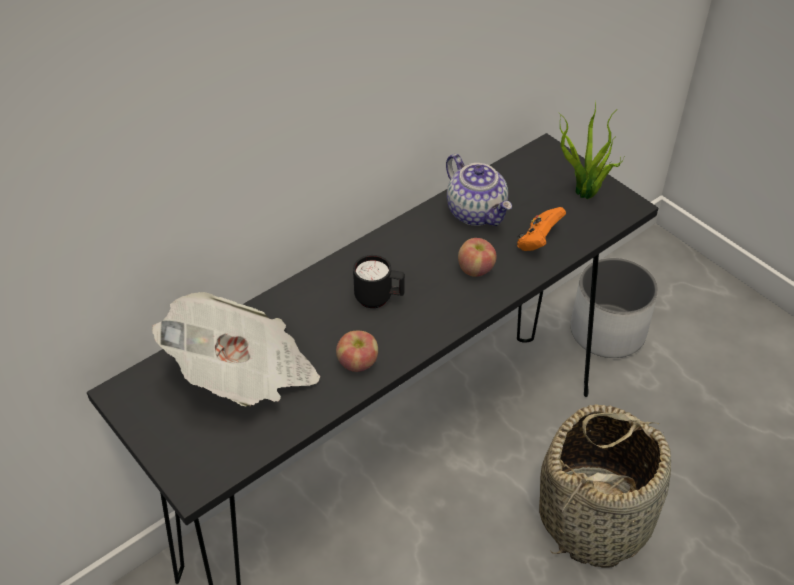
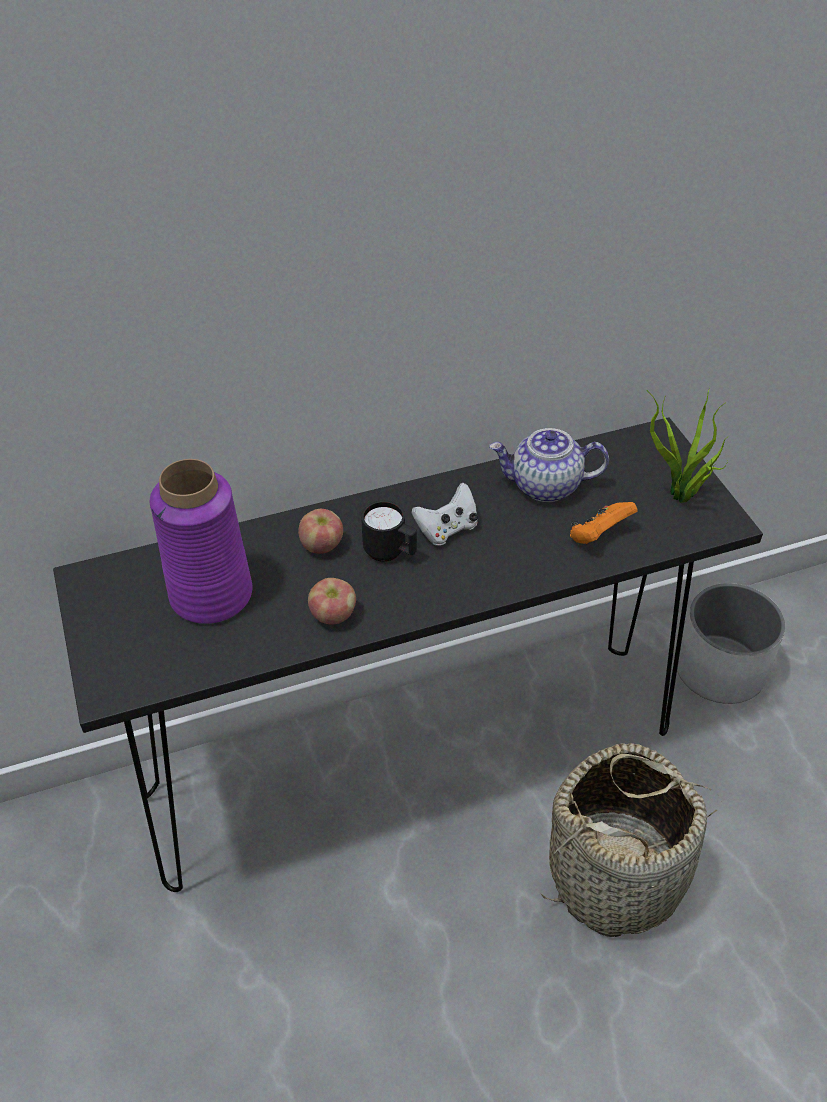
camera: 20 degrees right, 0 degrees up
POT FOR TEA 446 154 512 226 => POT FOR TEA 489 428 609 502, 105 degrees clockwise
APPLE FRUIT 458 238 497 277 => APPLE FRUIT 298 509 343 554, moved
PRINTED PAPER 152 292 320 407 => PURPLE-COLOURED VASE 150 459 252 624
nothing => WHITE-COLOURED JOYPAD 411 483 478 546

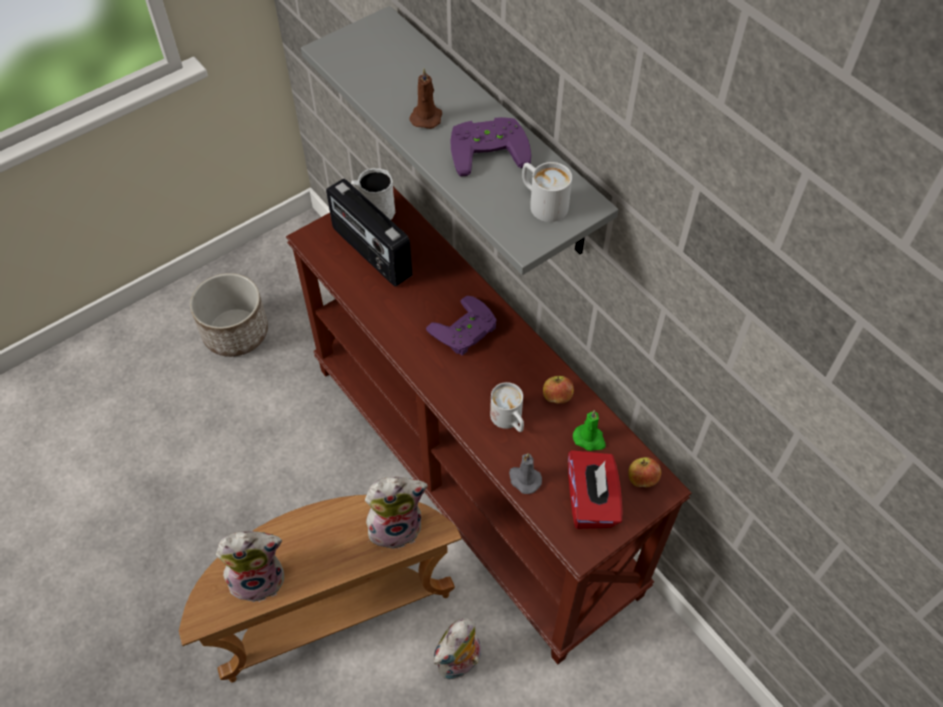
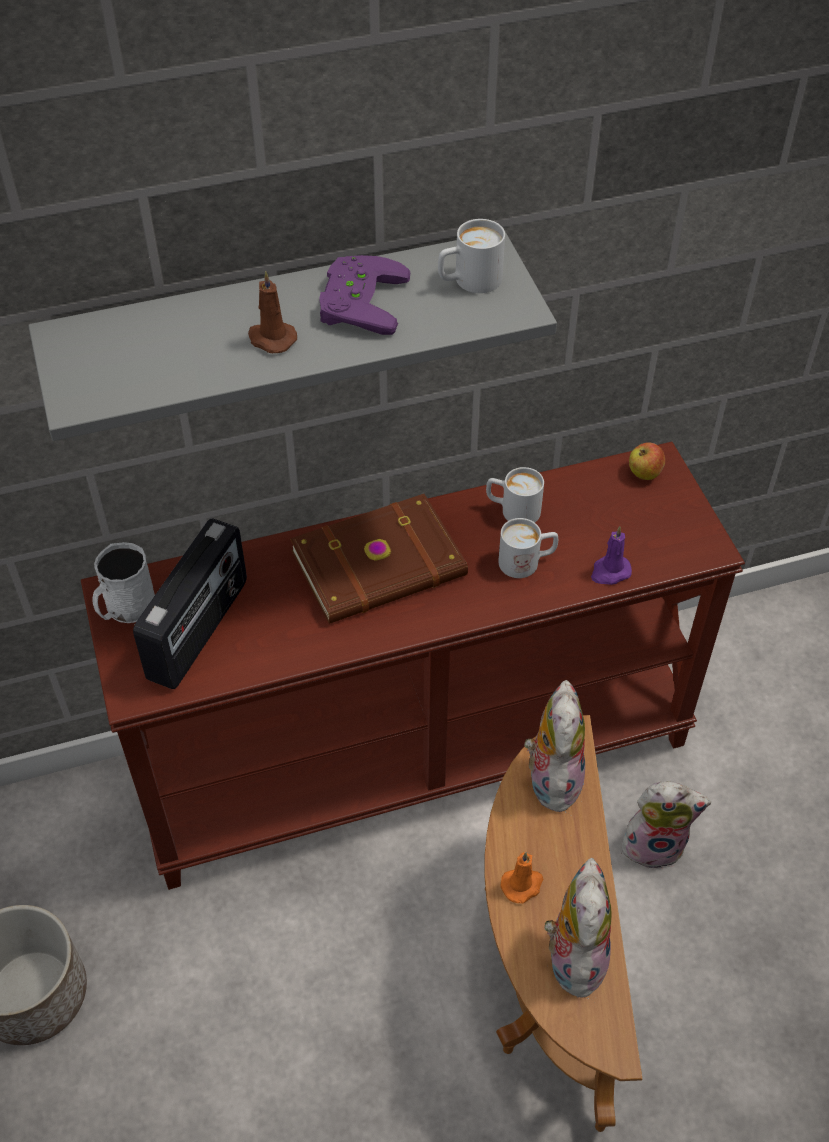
camera: 70 degrees left, 5 degrees down
RADIO SET 326 179 412 286 => RADIO SET 133 518 247 689, 45 degrees counterclockwise
PURPLE-COLOURED JOYPAD 426 296 497 356 => BROWN BOOK 290 494 468 624
APPLE FRUIT 543 376 574 404 => WHITE-COLOURED MUG 486 467 544 522
GREEN WAX LIGHT 573 410 606 451 => nothing
RED-COLOURED TISSUE HOLDER 568 450 623 529 => nothing
GREY WAX LIGHT 509 453 542 494 => PURPLE-COLOURED WAX LIGHT 591 526 632 585
PLUSH TOY 434 618 481 680 => PLUSH TOY 621 781 711 869, 60 degrees counterclockwise
nothing => ORANGEY WAX LIGHT 500 852 543 903

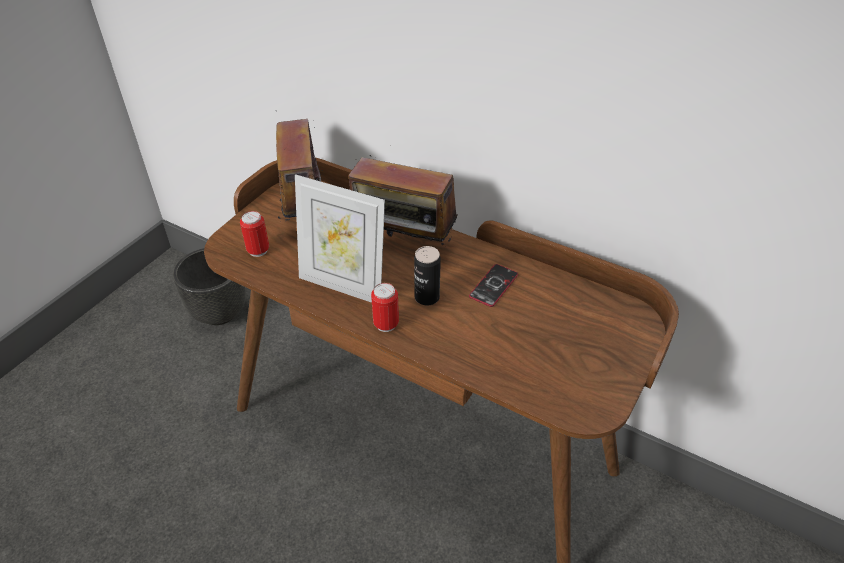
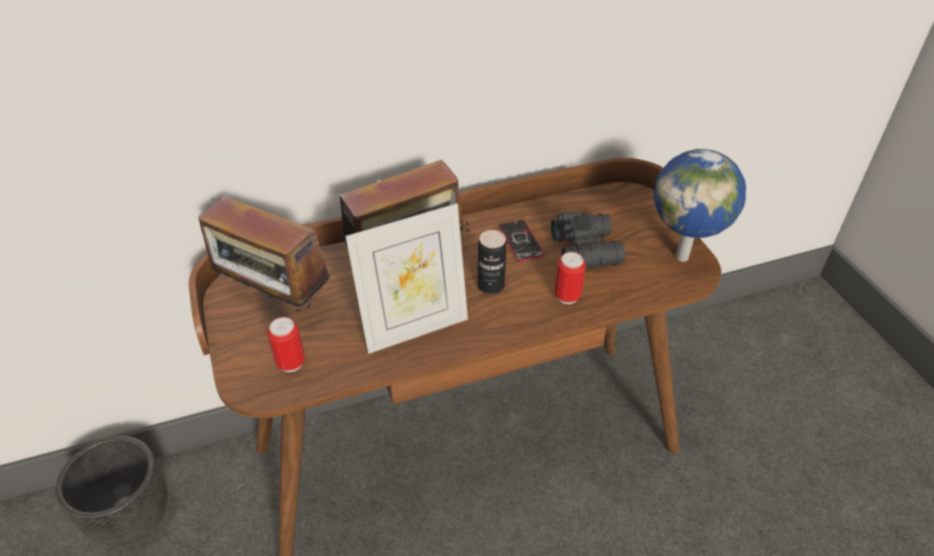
camera: 50 degrees left, 0 degrees up
SEALED CAN 371 283 399 332 => SEALED CAN 554 252 586 304, moved
nothing => GLOBE 654 149 746 262
nothing => BLACK FIELD GLASSES 551 211 625 269

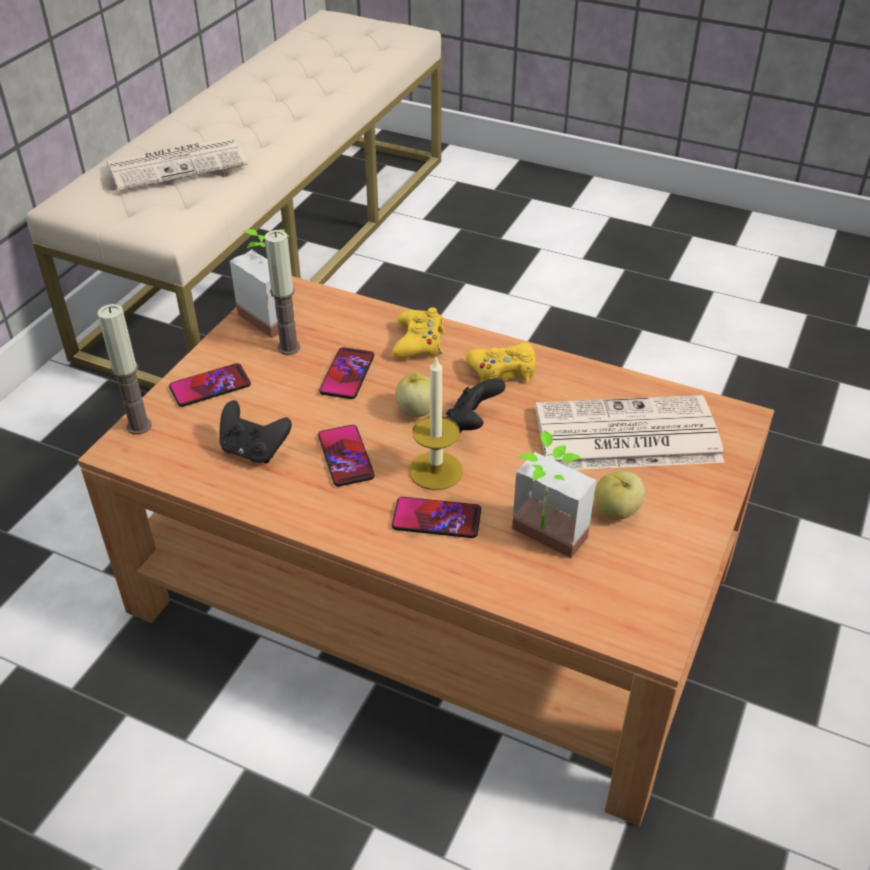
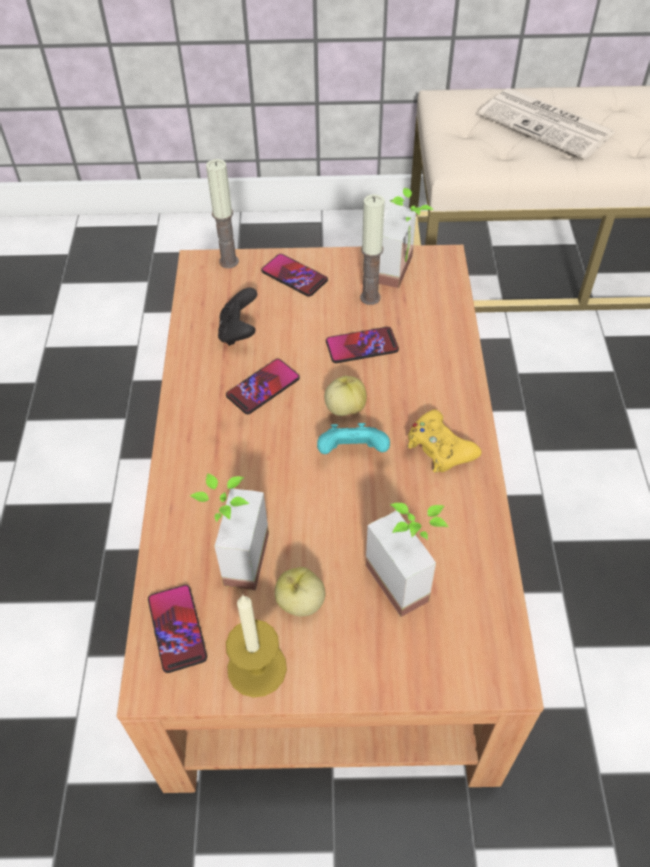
camera: 65 degrees right, 10 degrees up
YELLOW-COLOURED JOYPAD 392 307 445 359 => nothing
WAX LIGHT 409 357 463 490 => WAX LIGHT 226 594 287 698, moved
BLACK JOYPAD 446 378 506 433 => TURQUOISE JOYPAD 317 423 390 454
PRINTED PAPER 535 395 724 470 => HOUSEPLANT 366 503 449 617
HANDSET 392 497 481 538 => HANDSET 148 585 207 673, moved

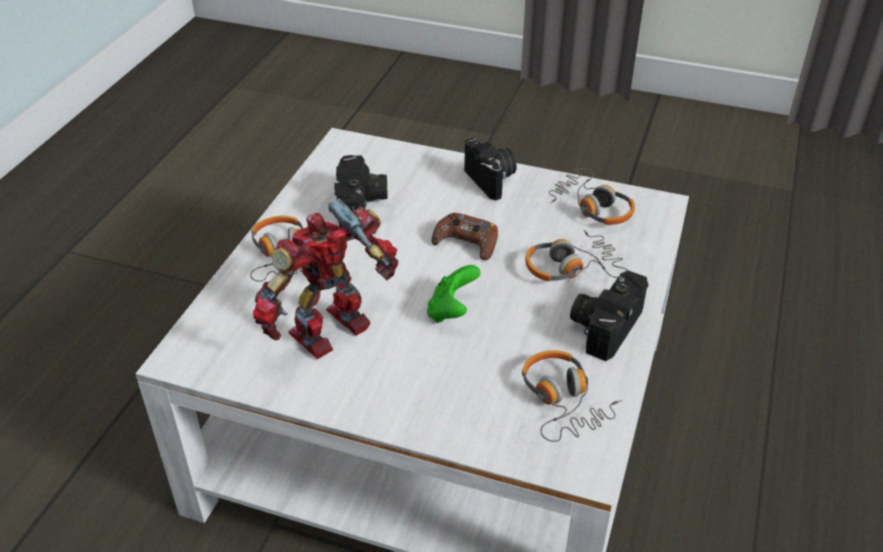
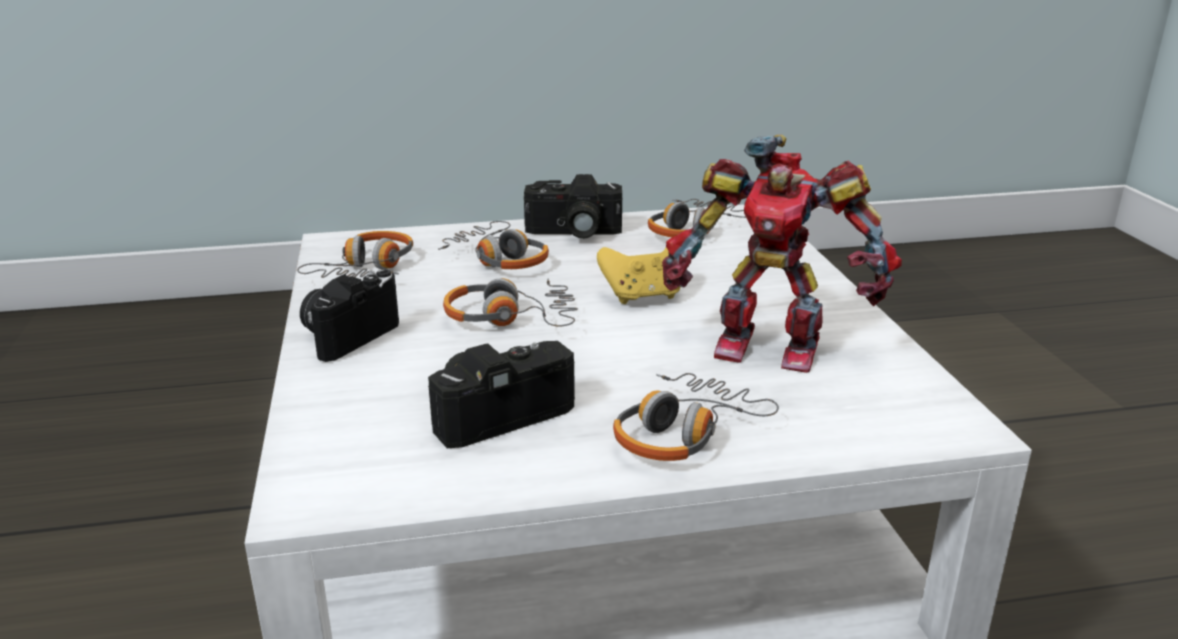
camera: 120 degrees left, 15 degrees down
BROWN JOYPAD 431 213 498 260 => PAIR OF HEADPHONES 443 278 578 327
GREEN JOYPAD 427 265 480 323 => YELLOW-COLOURED JOYPAD 597 247 680 304

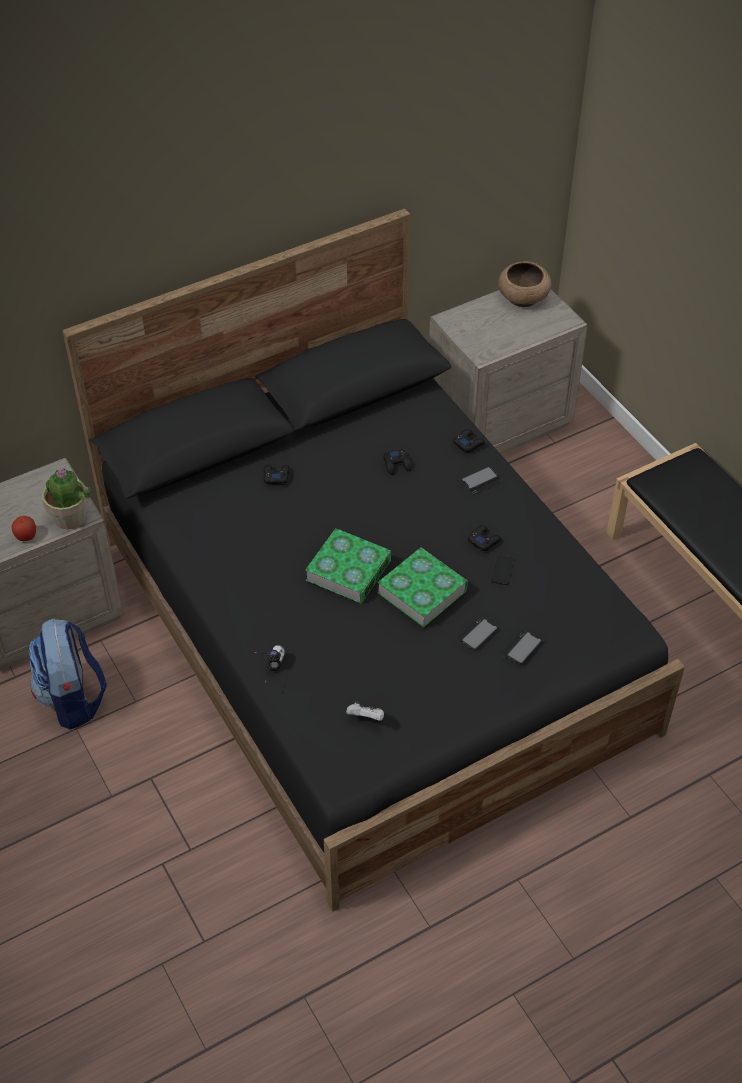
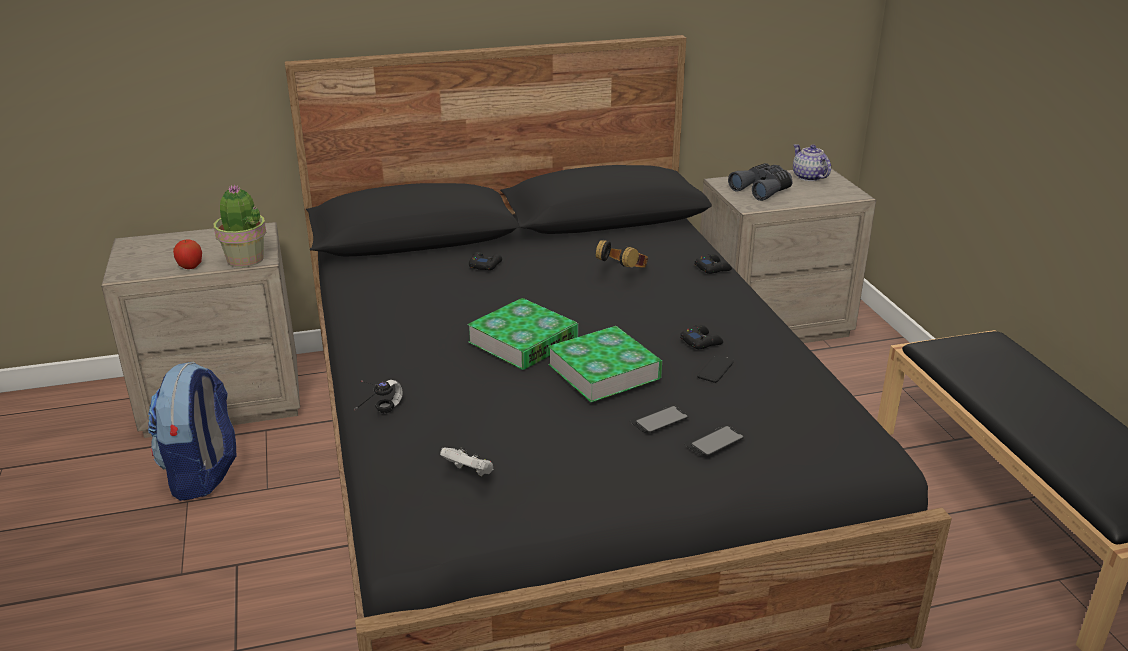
camera: 15 degrees right, 20 degrees down
BROWN BOWL 498 261 551 307 => POT FOR TEA 793 144 831 181
BLACK JOYPAD 383 449 412 475 => PAIR OF HEADPHONES 596 240 648 268
HANDSET 461 467 501 495 => nothing
nothing => GREY FIELD GLASSES 728 163 793 201

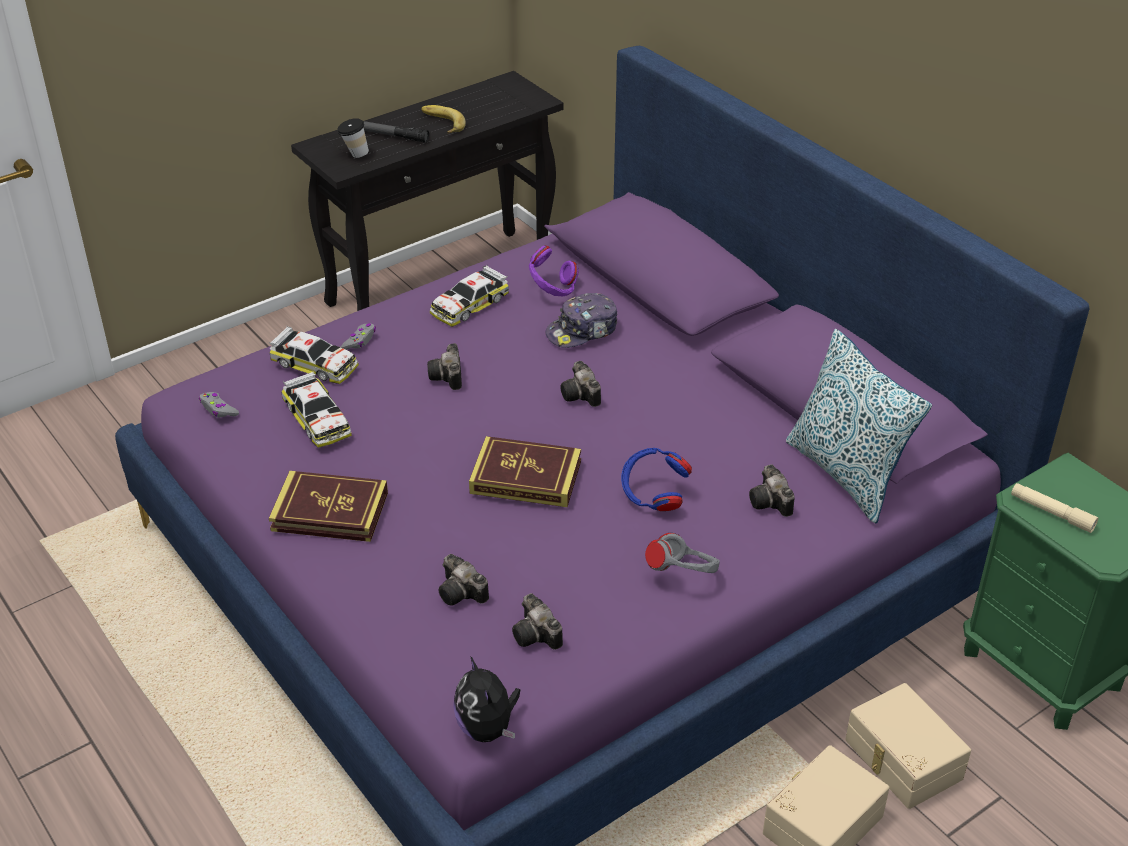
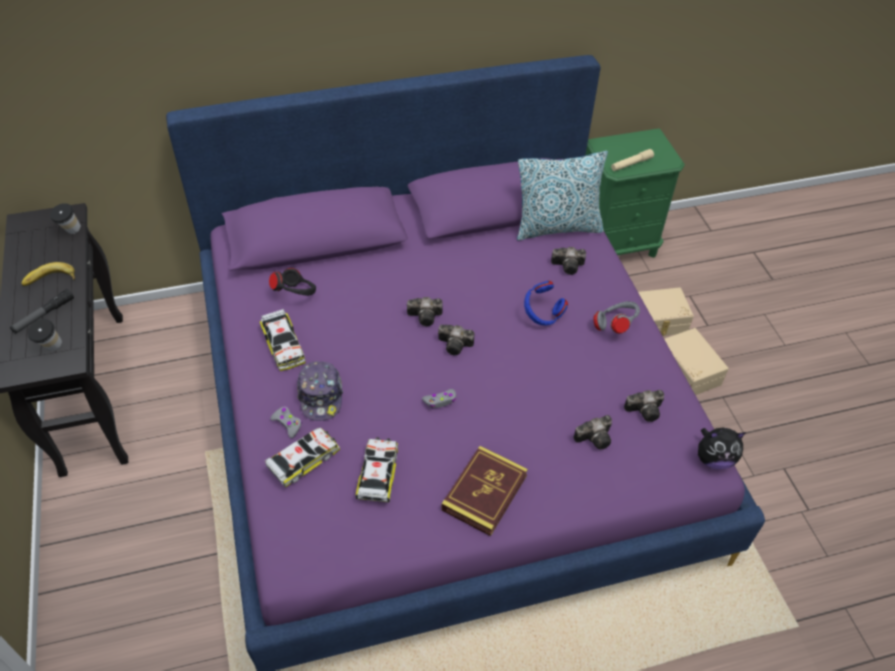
camera: 70 degrees left, 10 degrees up
PURPLE-COLOURED PAIR OF HEADPHONES 529 245 579 296 => BLACK PAIR OF HEADPHONES 269 268 316 296
CAP 546 293 617 348 => CAP 297 361 343 421, moved
PHOTO CAMERA 427 343 462 390 => PHOTO CAMERA 438 325 474 355, moved
MODEL CAR 281 372 352 448 => MODEL CAR 356 437 398 502, 75 degrees counterclockwise
GREY JOYPAD 199 392 239 417 => GREY JOYPAD 422 389 456 408, moved
BOOK 469 436 581 507 => nothing
nothing => SMALL CUP 50 204 81 234

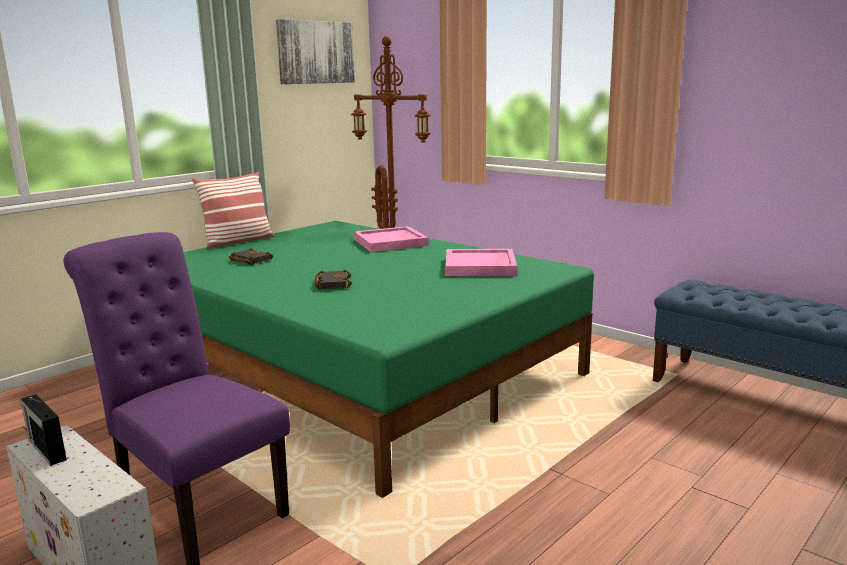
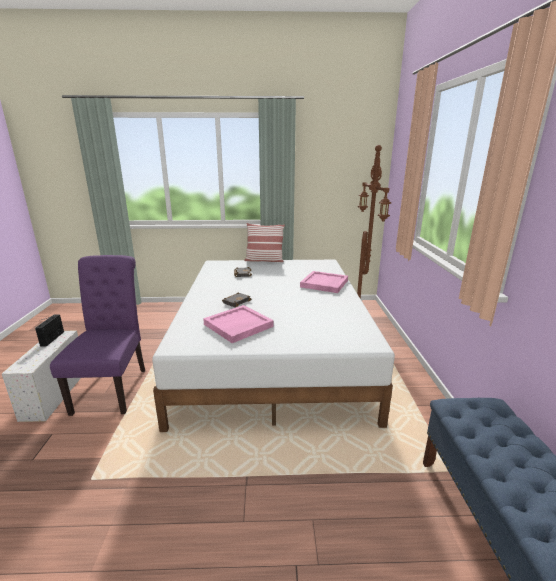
camera: 45 degrees right, 5 degrees up
WALL PICTURE 276 19 355 84 => nothing
GREEN BEDROOM BED 184 221 594 498 => WHITE-COLOURED BEDROOM BED 152 260 395 432
PINKISH TRAY 445 249 517 276 => PINKISH TRAY 203 305 274 343, moved

